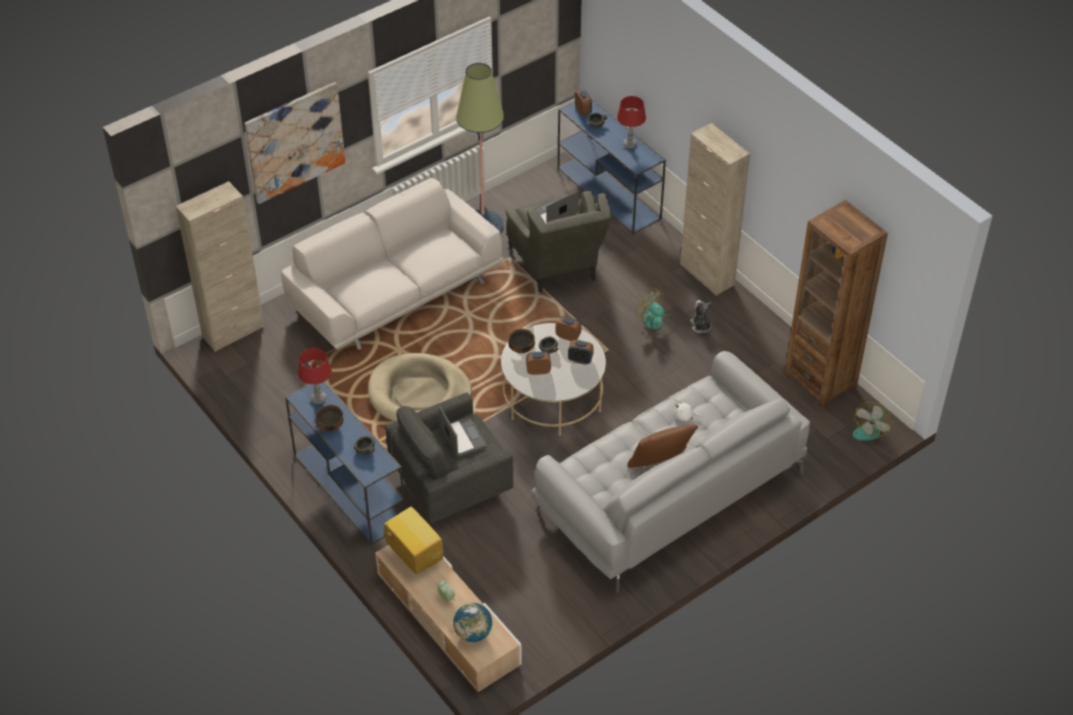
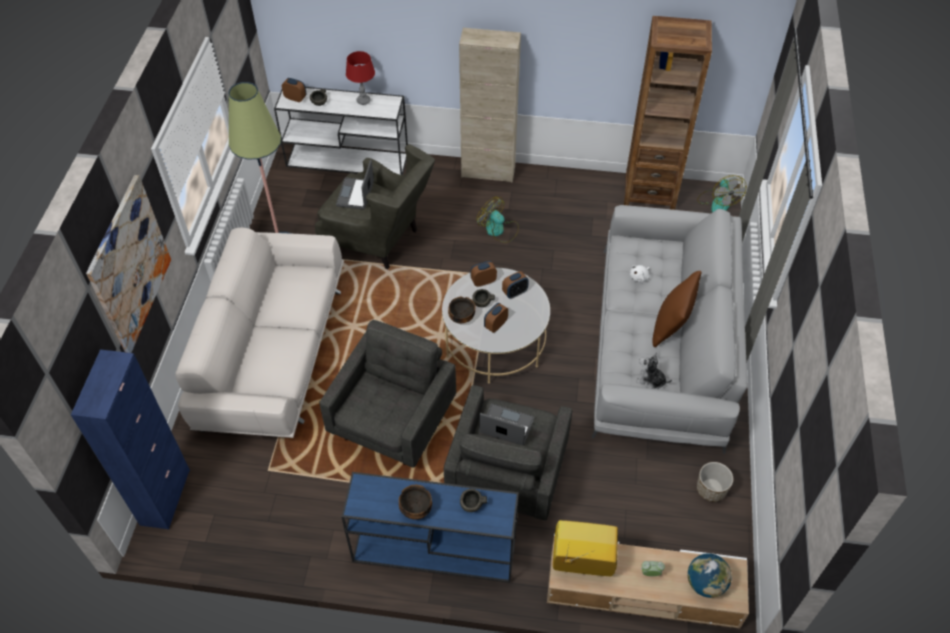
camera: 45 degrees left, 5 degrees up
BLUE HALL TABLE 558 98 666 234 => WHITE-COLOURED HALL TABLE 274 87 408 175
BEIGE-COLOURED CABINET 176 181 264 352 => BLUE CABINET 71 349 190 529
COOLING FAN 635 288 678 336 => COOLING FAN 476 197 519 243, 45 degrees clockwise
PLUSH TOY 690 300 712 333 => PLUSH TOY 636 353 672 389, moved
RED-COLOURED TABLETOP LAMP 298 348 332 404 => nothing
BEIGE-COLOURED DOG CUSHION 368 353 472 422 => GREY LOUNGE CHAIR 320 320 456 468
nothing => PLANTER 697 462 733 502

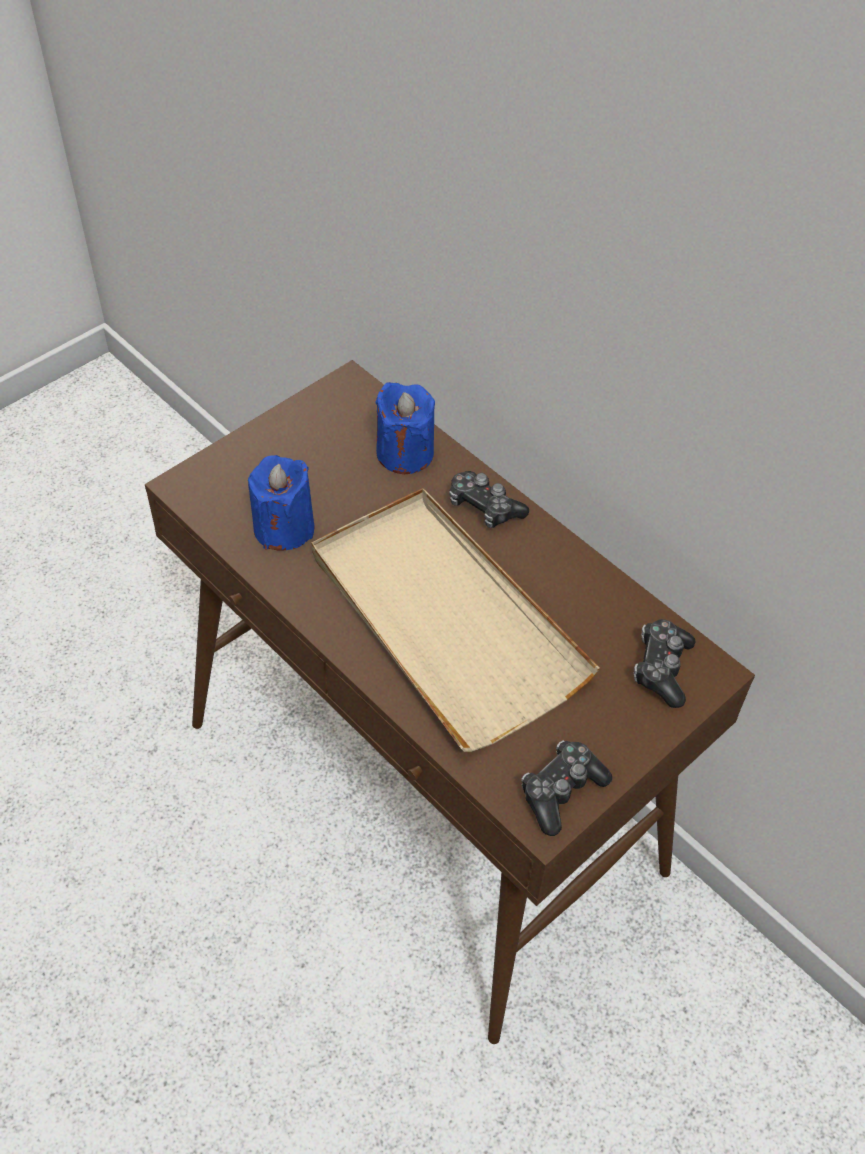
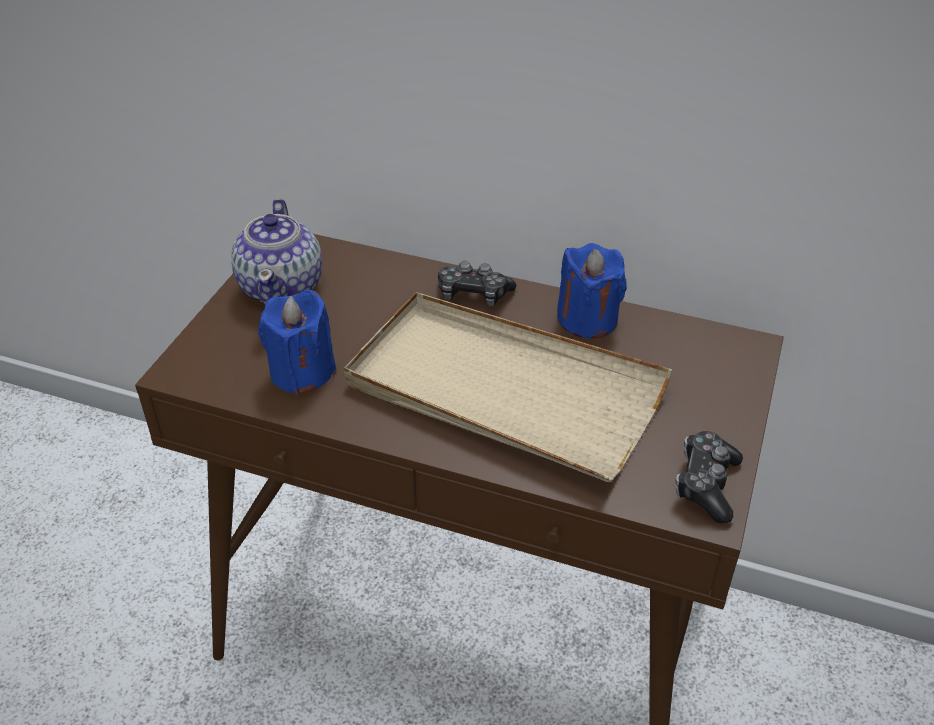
camera: 25 degrees left, 10 degrees down
BLUE WAX LIGHT 375 382 435 474 => BLUE WAX LIGHT 557 243 627 339, moved
JOYPAD 634 619 695 708 => nothing
nothing => POT FOR TEA 231 199 322 305

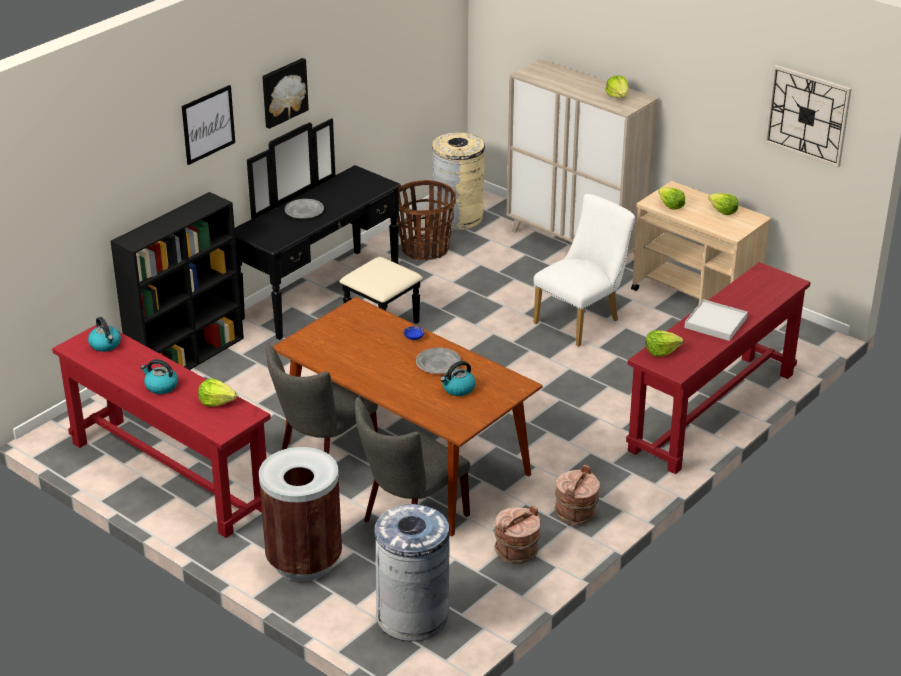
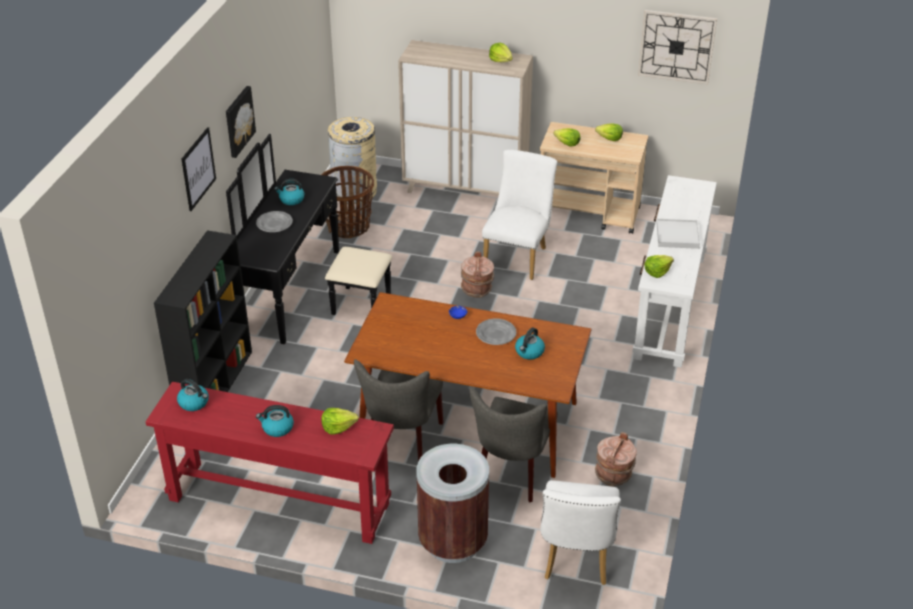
camera: 25 degrees left, 5 degrees up
RED-COLOURED HALL TABLE 626 262 811 474 => WHITE-COLOURED HALL TABLE 633 175 717 368
BROWN WATER BUCKET 555 465 600 526 => BROWN WATER BUCKET 461 251 494 298, moved
GREY RUBBISH BIN 374 504 450 641 => WHITE-COLOURED PLAIN CHAIR 540 480 621 585
nothing => TEA KETTLE 274 179 304 205

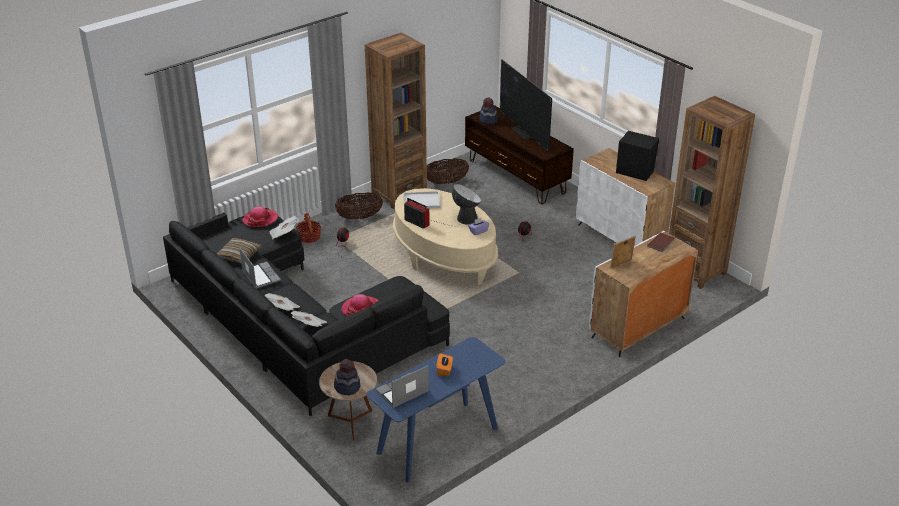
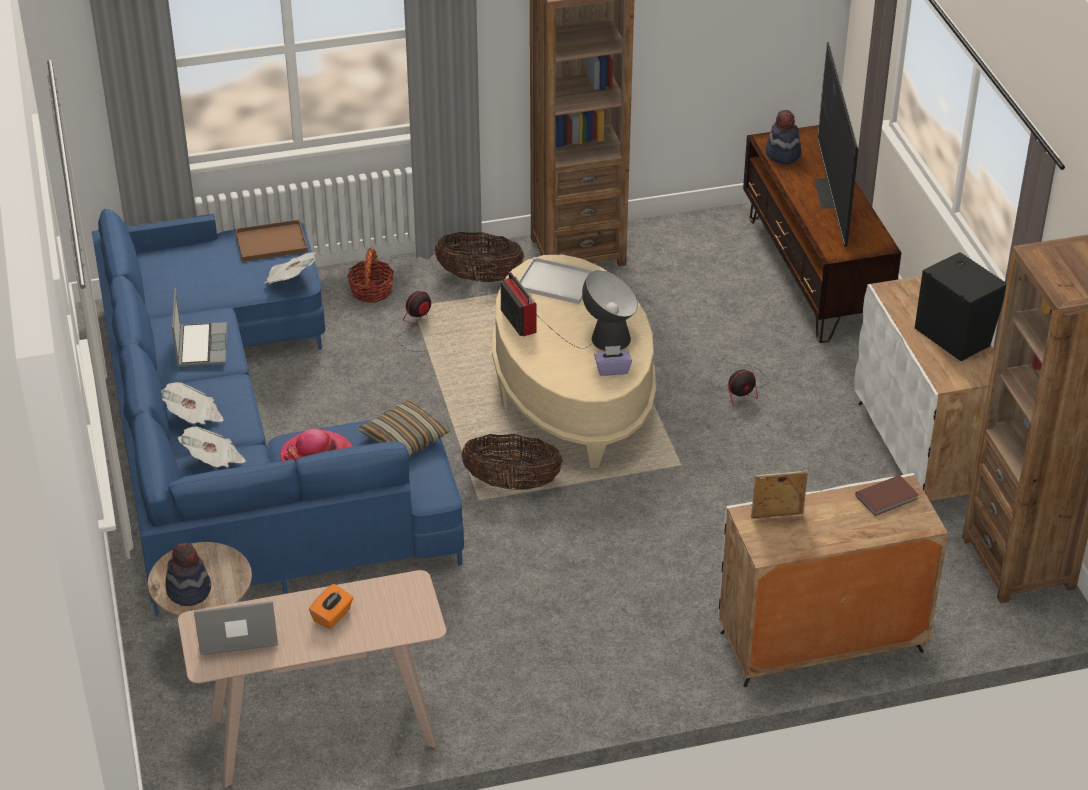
camera: 25 degrees right, 5 degrees up
BASKET 427 158 469 184 => BASKET 461 434 563 490, moved
HAT 242 206 278 227 => BROWN TRAY 235 220 308 262
BLACK COUCH 163 208 450 416 => BLUE COUCH 92 209 464 616
PILLOW 216 238 261 264 => PILLOW 358 399 450 456, moved
BLUE HALL TABLE 367 337 506 483 => BEIGE-COLOURED HALL TABLE 178 570 446 788

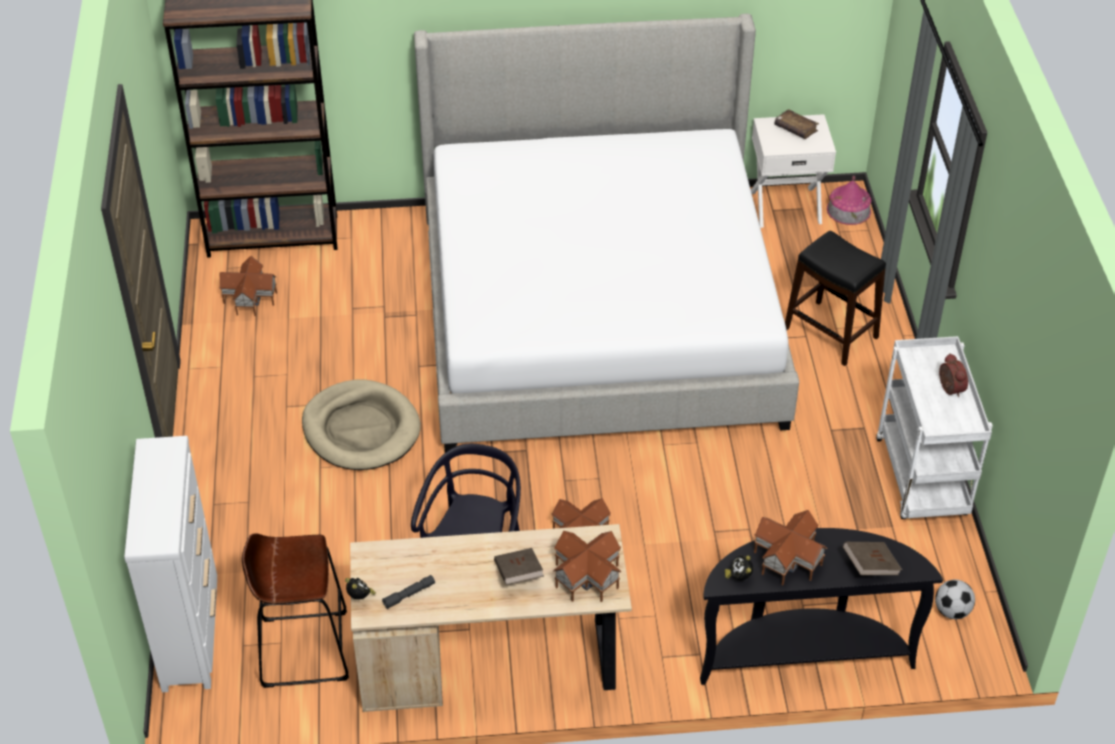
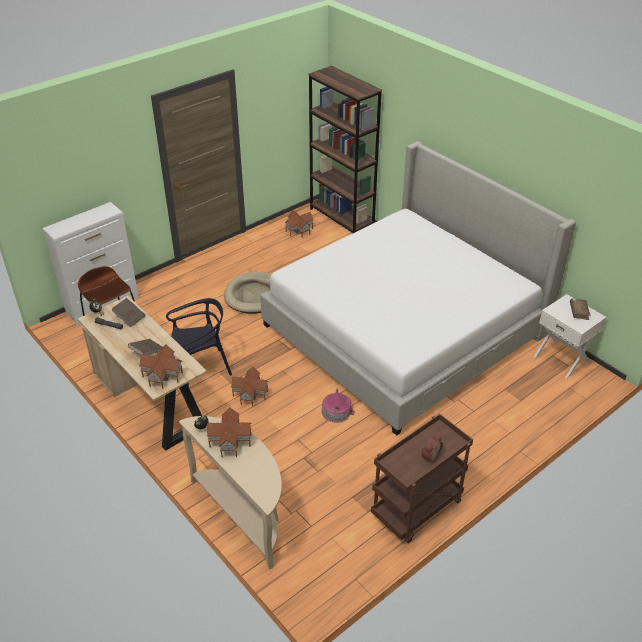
camera: 55 degrees right, 5 degrees down
MINIATURE HOUSE 827 176 872 225 => MINIATURE HOUSE 321 389 355 422, moved
BLACK STOOL 785 231 886 366 => nothing
WHITE-COLOURED WHEELED CART 876 336 993 519 => BROWN WHEELED CART 371 414 473 543
BLACK HALL TABLE 700 528 943 685 => BEIGE-COLOURED HALL TABLE 179 416 282 570
BROWN BOOK 843 542 902 575 => BROWN BOOK 111 298 146 327, moved
FOOTBALL 935 579 975 619 => nothing

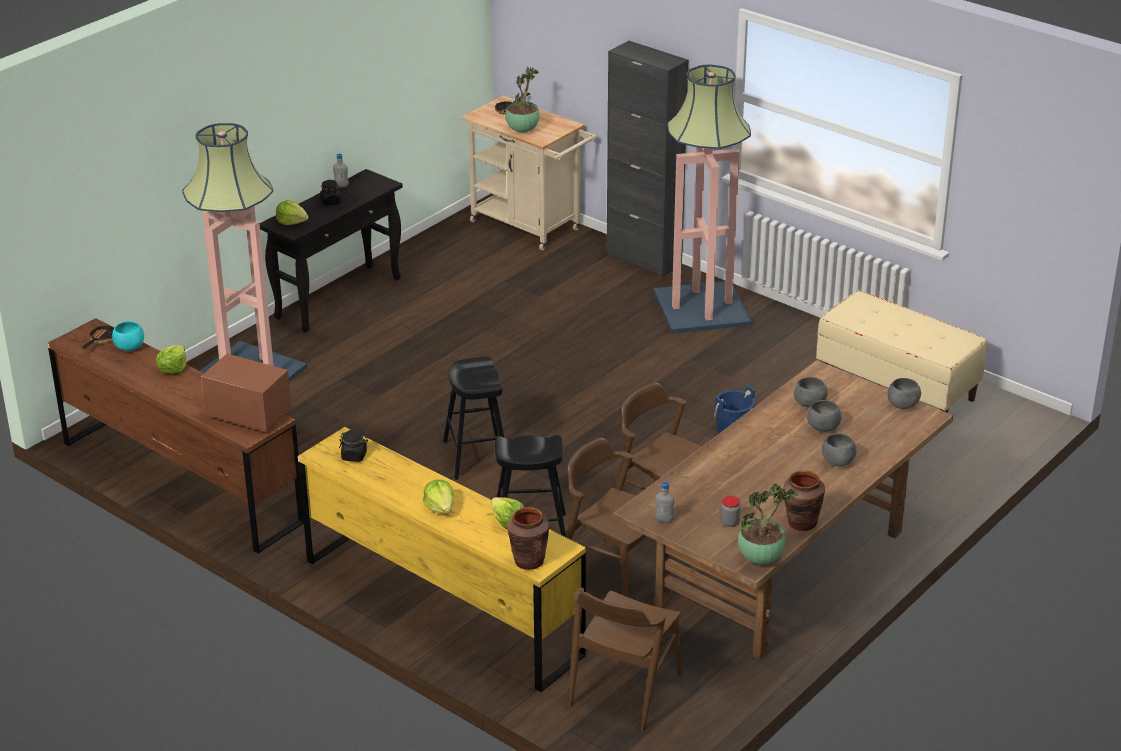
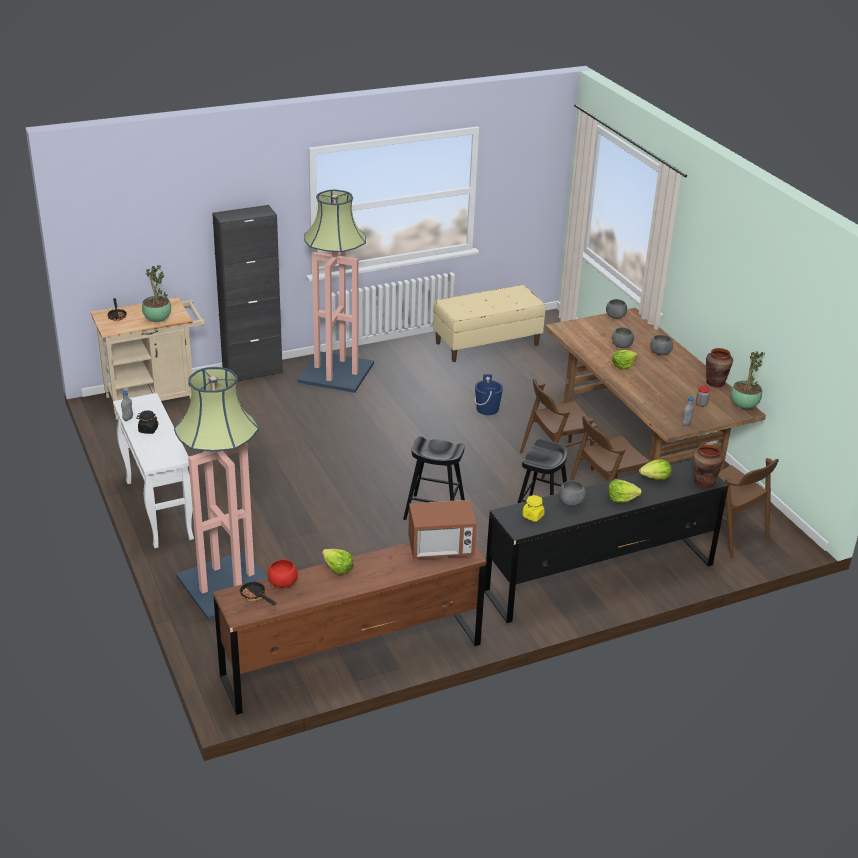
camera: 65 degrees left, 0 degrees up
BLACK HALL TABLE 260 169 403 333 => WHITE-COLOURED HALL TABLE 113 393 194 548
LETTUCE 276 200 309 225 => LETTUCE 612 350 638 370, moved
TURQUOISE BOWL 112 321 144 351 => RED-COLOURED BOWL 268 559 298 588
MICROWAVE 201 354 292 432 => MICROWAVE 408 500 477 559, 150 degrees counterclockwise
GREY BOWL 794 377 828 407 => GREY BOWL 559 481 586 506, moved
YELLOW-COLOURED DRAWER CHEST 298 427 586 692 => BLACK DRAWER CHEST 484 460 729 623
BLACK PRESERVE JAR 339 430 368 462 => YELLOW-COLOURED PRESERVE JAR 522 495 545 522

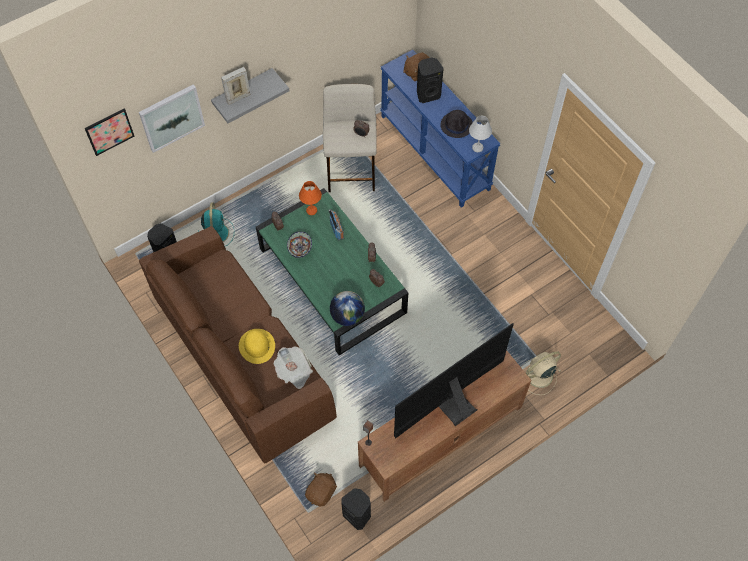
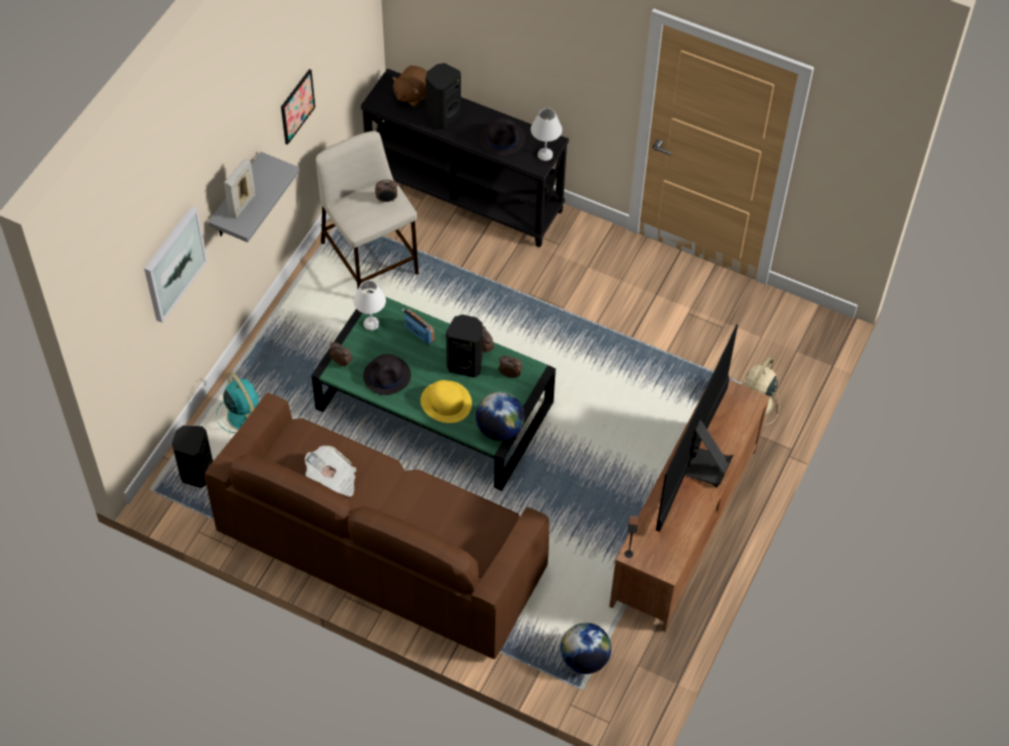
camera: 30 degrees left, 5 degrees down
BLUE HALL TABLE 380 50 500 208 => BLACK HALL TABLE 361 68 569 247
WALL PICTURE 85 109 134 156 => WALL PICTURE 281 69 315 145, moved
ORANGEY TABLETOP LAMP 299 181 322 215 => WHITE-COLOURED TABLETOP LAMP 353 280 386 331
BOWL 287 231 312 258 => BLACK HAT 363 354 411 395
YELLOW-COLOURED HAT 239 329 275 364 => YELLOW-COLOURED HAT 420 380 472 423, moved
PRINTED PAPER 274 346 313 389 => PRINTED PAPER 305 446 356 497, moved
BROWN PLUSH TOY 305 472 337 506 => GLOBE 561 623 611 674
BLACK LOUDSPEAKER 341 488 371 530 => BLACK LOUDSPEAKER 446 314 483 378, moved

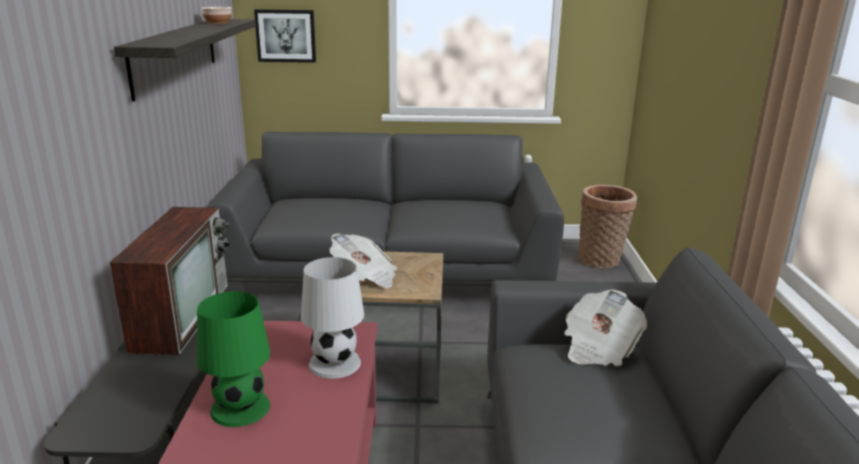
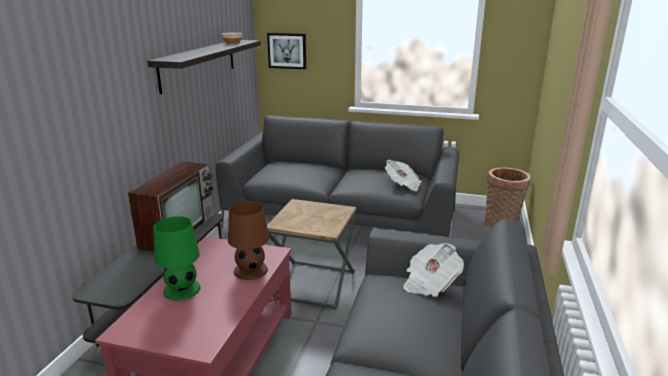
camera: 15 degrees right, 0 degrees up
PRINTED PAPER 329 233 397 288 => PRINTED PAPER 385 160 422 191, moved
WHITE-COLOURED TABLETOP LAMP 301 257 364 379 => BROWN TABLETOP LAMP 228 201 269 280

